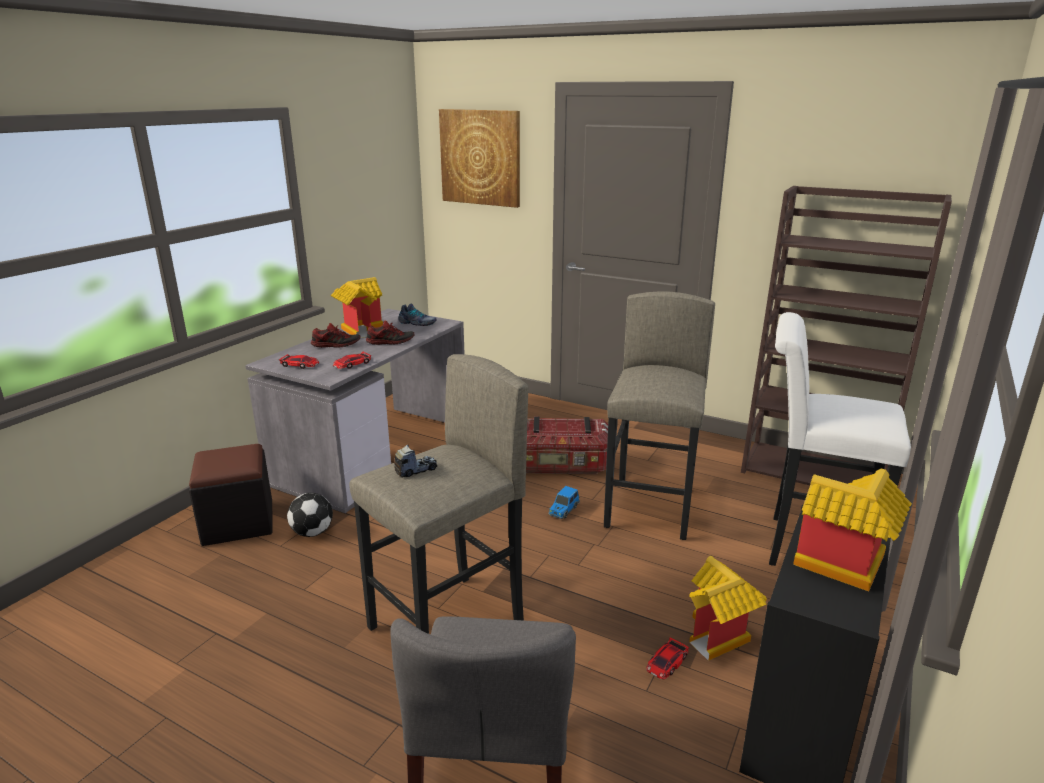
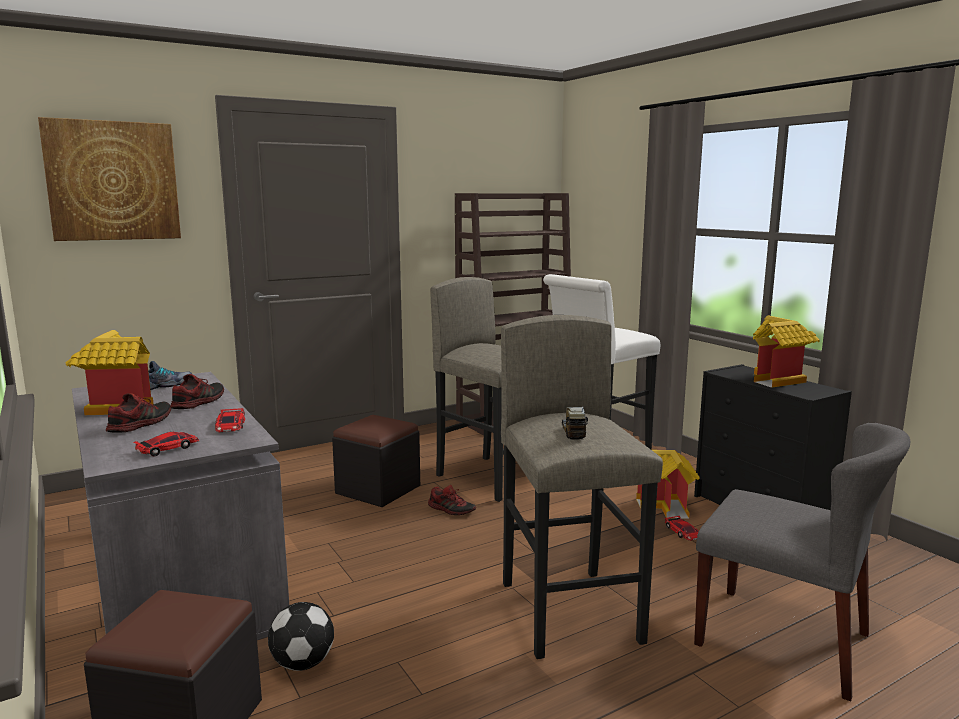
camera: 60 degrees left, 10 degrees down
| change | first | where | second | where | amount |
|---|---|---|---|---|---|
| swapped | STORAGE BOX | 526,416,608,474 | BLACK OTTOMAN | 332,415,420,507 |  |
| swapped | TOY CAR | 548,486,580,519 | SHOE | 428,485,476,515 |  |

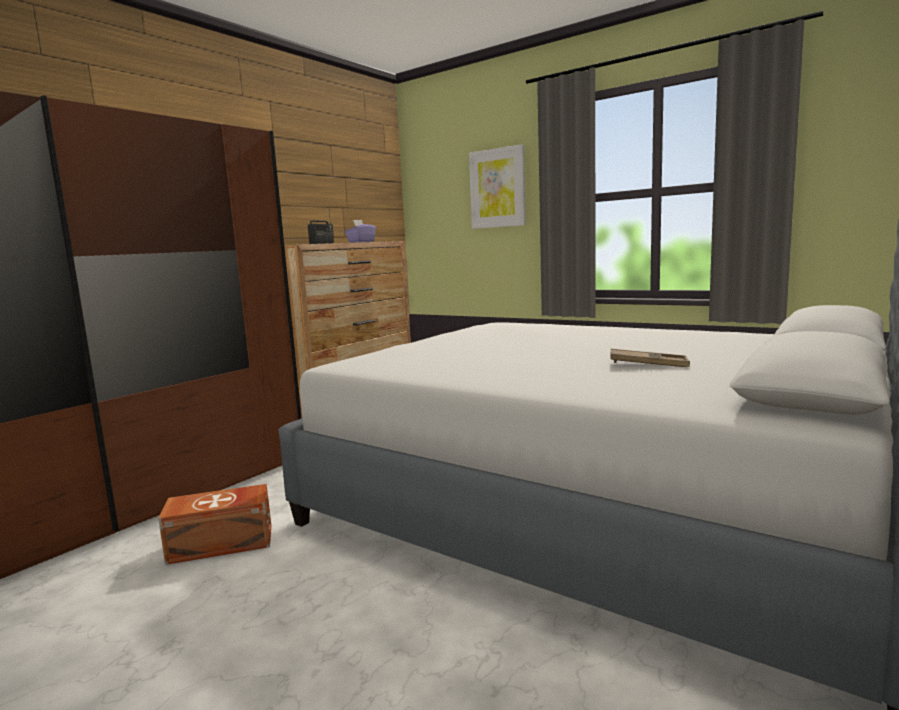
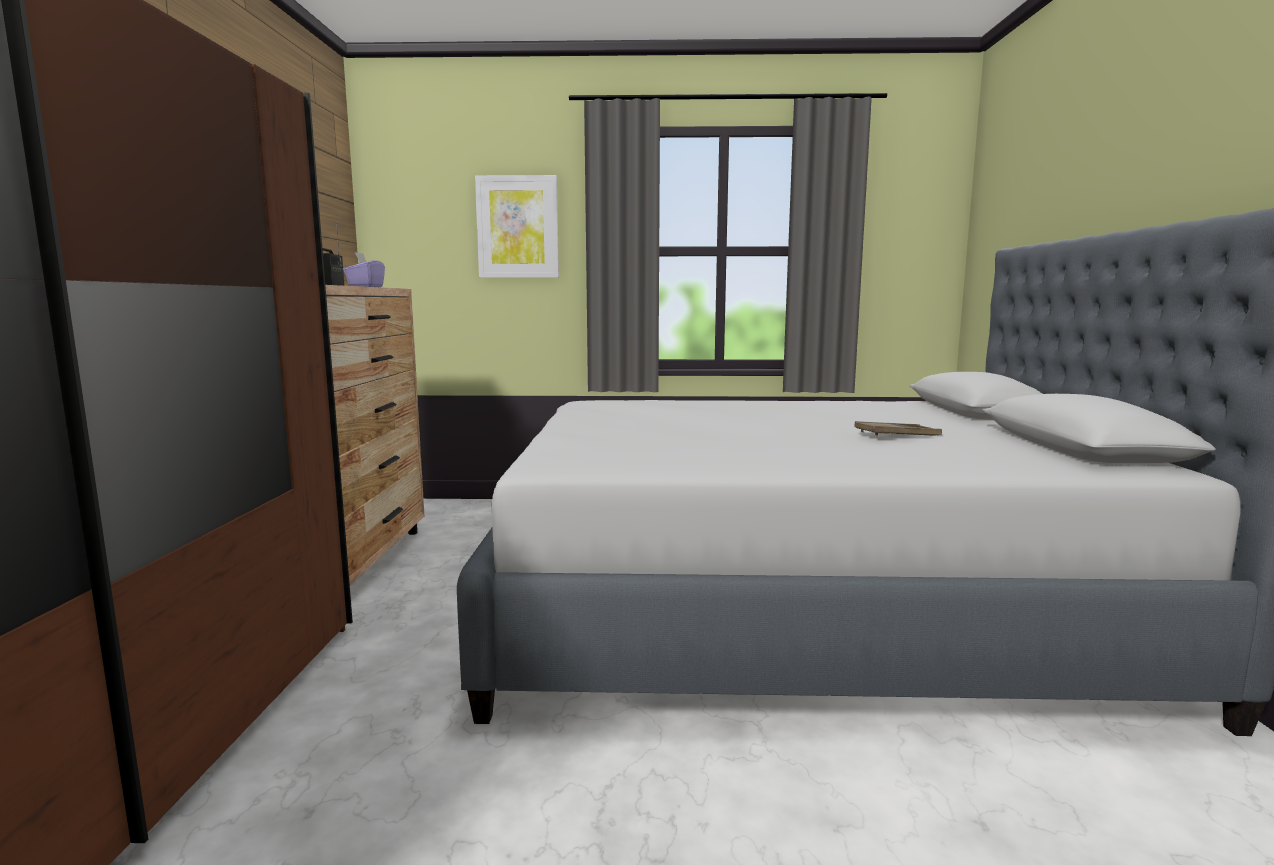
camera: 35 degrees left, 0 degrees up
| change | first | where | second | where | amount |
|---|---|---|---|---|---|
| gone | BROWN STORAGE BOX | 158,484,271,565 |  |  |  |

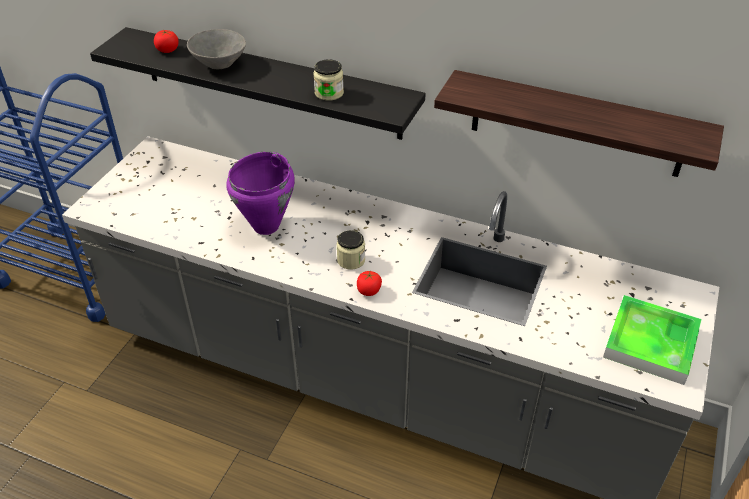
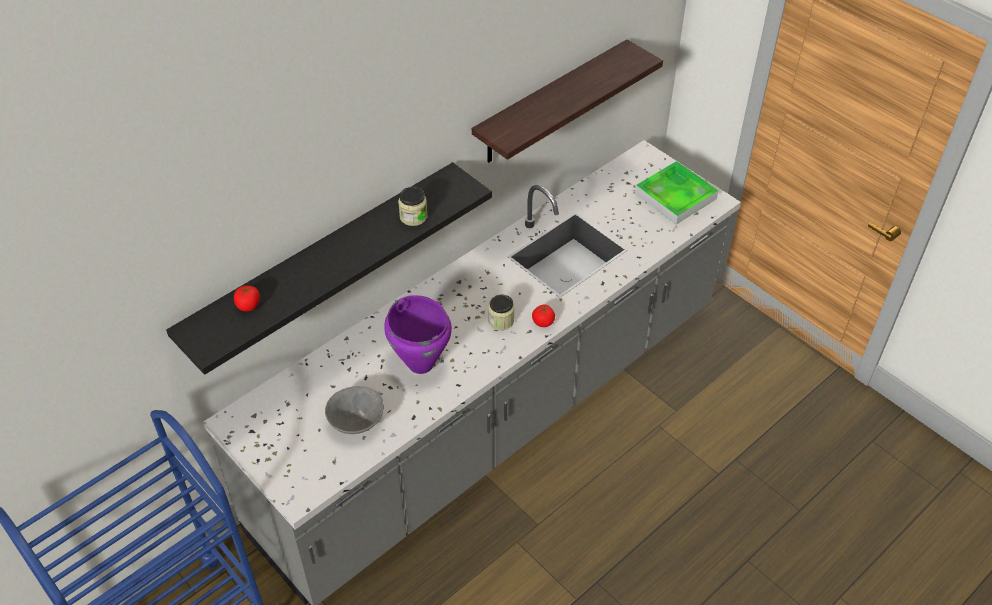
camera: 65 degrees left, 5 degrees up
| change | first | where | second | where | amount |
|---|---|---|---|---|---|
| shifted | GREY BOWL | 187,29,246,69 |  | 325,386,384,434 |  |

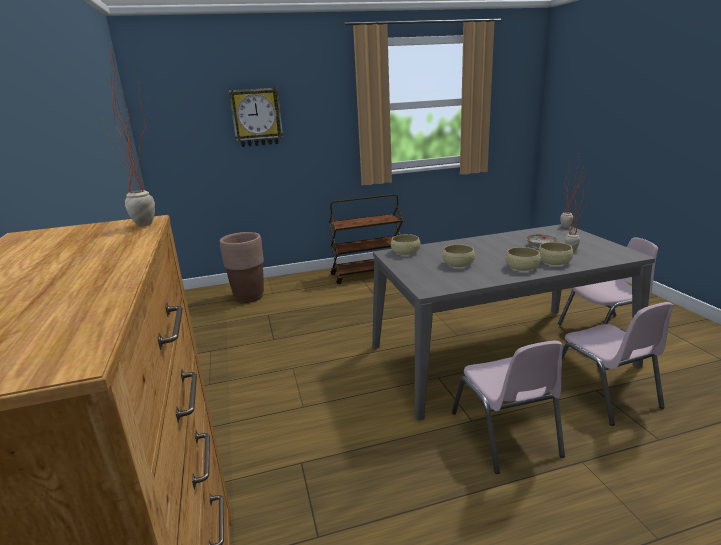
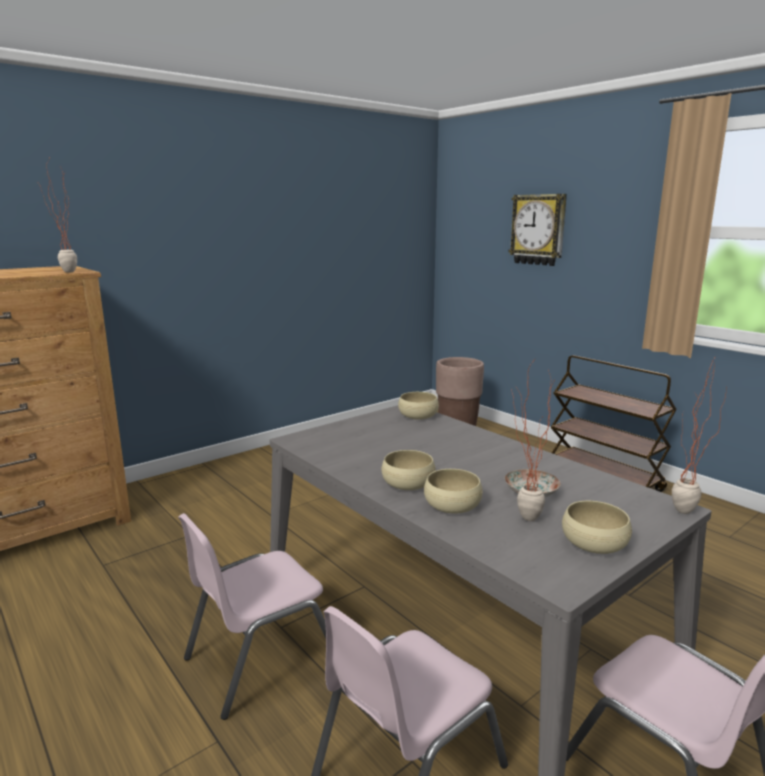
camera: 65 degrees right, 5 degrees down
| change | first | where | second | where | amount |
|---|---|---|---|---|---|
| shifted | BEIGE BOWL | 442,244,475,267 |  | 562,501,632,554 |  |

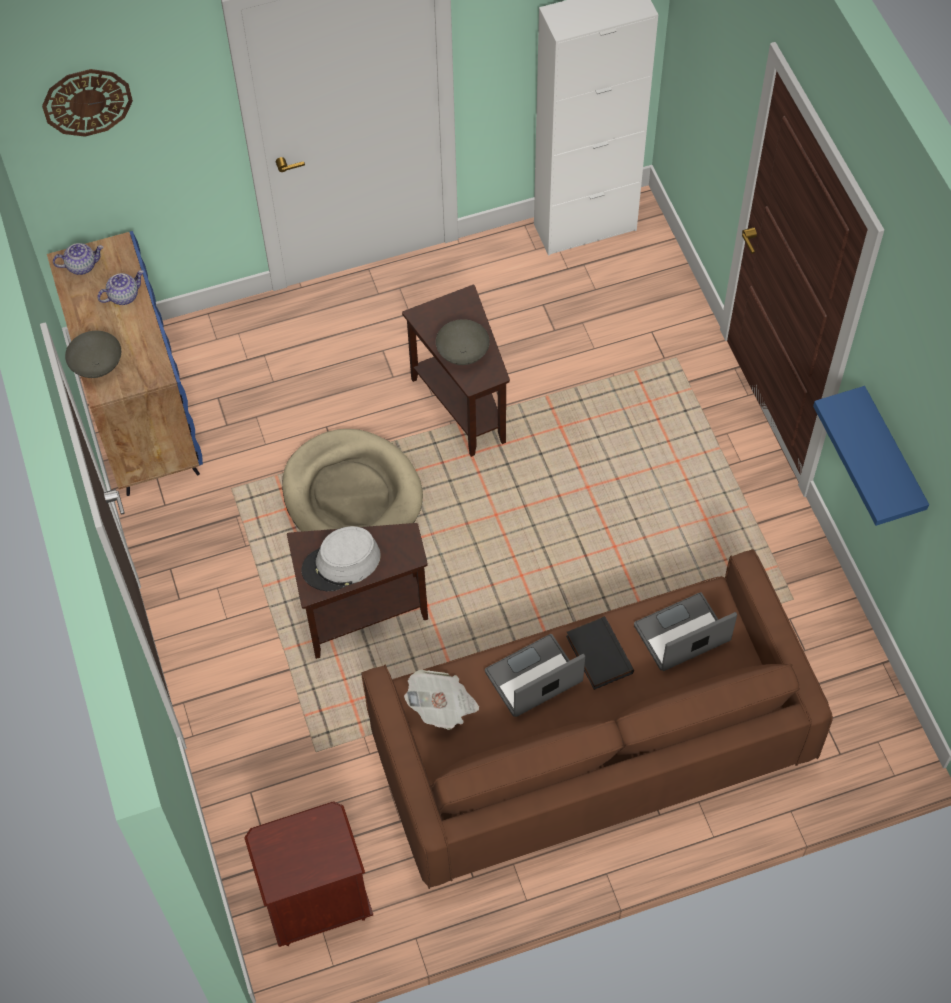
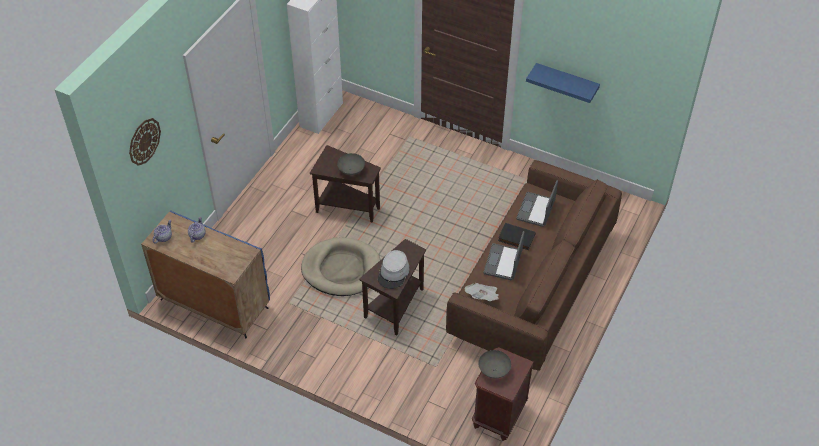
camera: 45 degrees left, 10 degrees down
| change | first | where | second | where | amount |
|---|---|---|---|---|---|
| shifted | GREY BOWL | 65,331,121,378 |  | 478,350,511,379 |  |

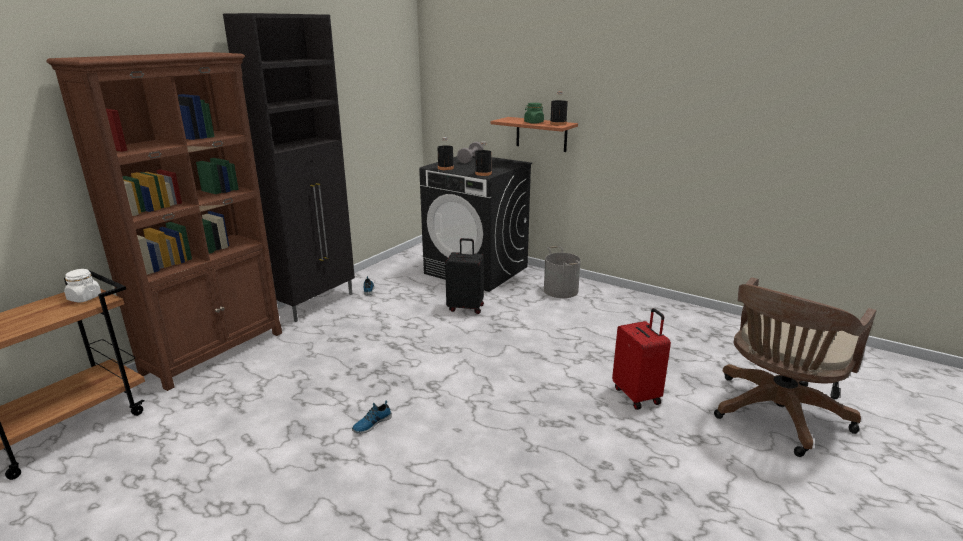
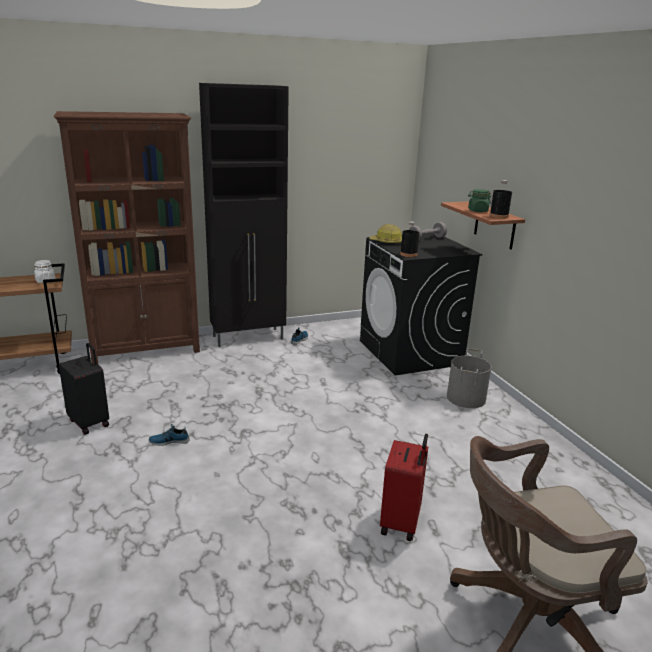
camera: 35 degrees right, 0 degrees up
| change | first | where | second | where | amount |
|---|---|---|---|---|---|
| shifted | BLACK SUITCASE | 445,238,484,314 |  | 59,343,109,435 |  |
| swapped | BLACK BOTTLE | 437,137,454,170 | HARD HAT | 369,224,402,245 |  |

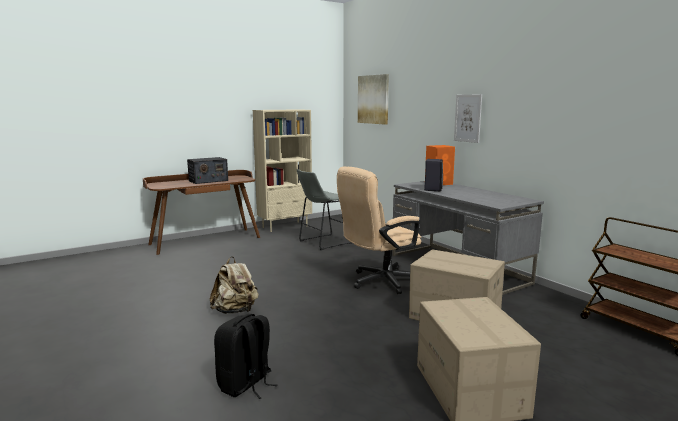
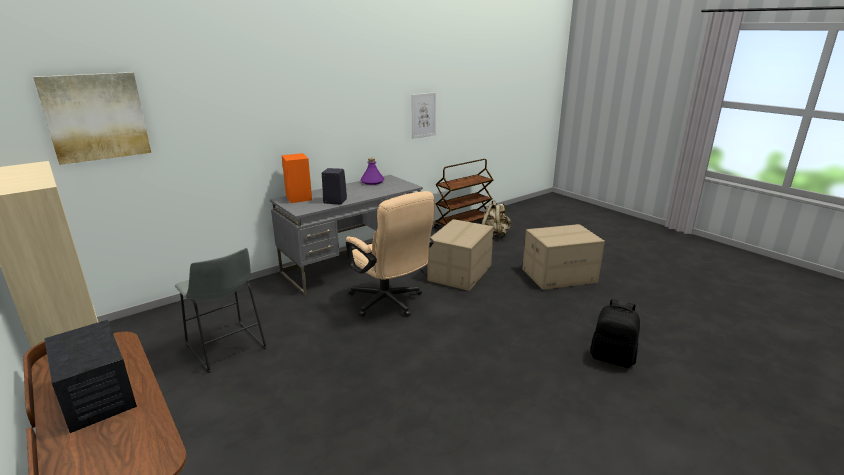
camera: 95 degrees left, 10 degrees up
| change | first | where | second | where | amount |
|---|---|---|---|---|---|
| new |  |  | PURPLE BOTTLE | 360,158,385,185 |  |
| shifted | BEIGE BACKPACK | 210,256,259,314 |  | 482,200,511,237 |  |
| shifted | PICTURE | 454,94,482,143 |  | 412,92,436,139 |  |

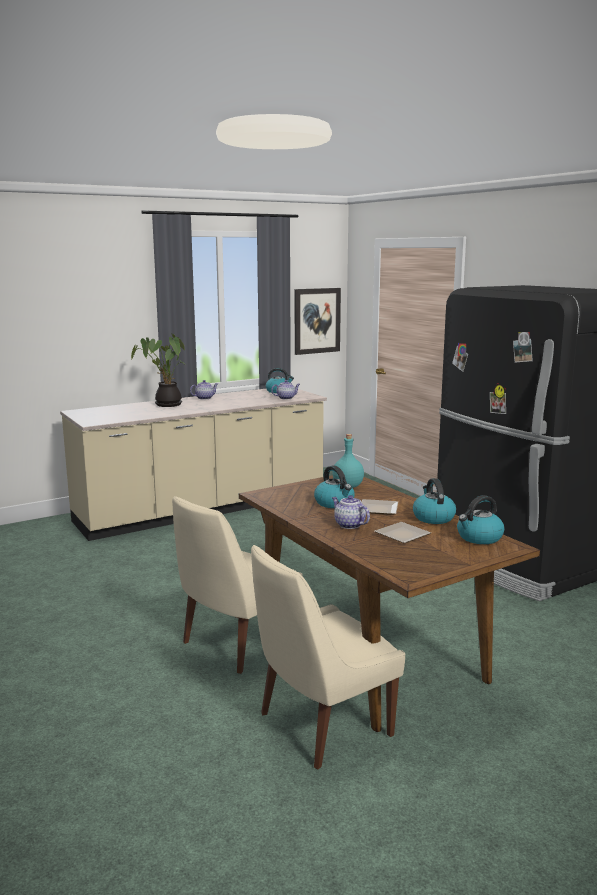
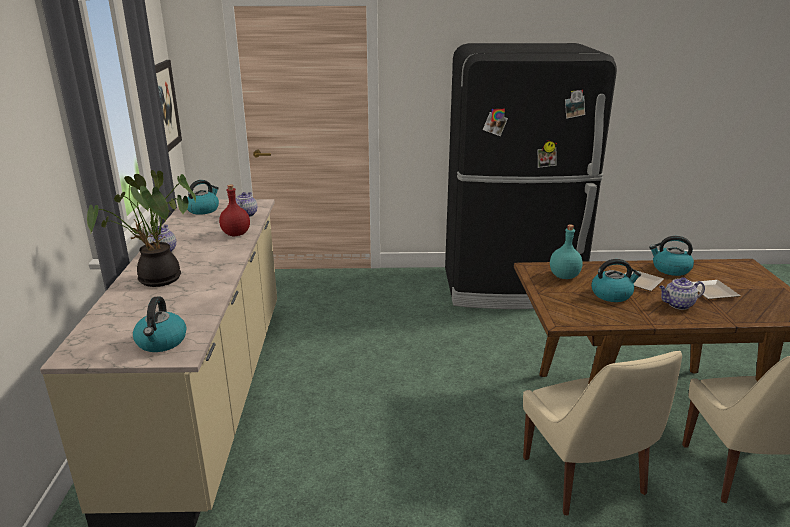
camera: 60 degrees left, 10 degrees up
| change | first | where | second | where | amount |
|---|---|---|---|---|---|
| new |  |  | RED BOTTLE | 219,185,250,236 |  |
| shifted | KETTLE | 457,495,505,544 |  | 133,297,187,352 |  |

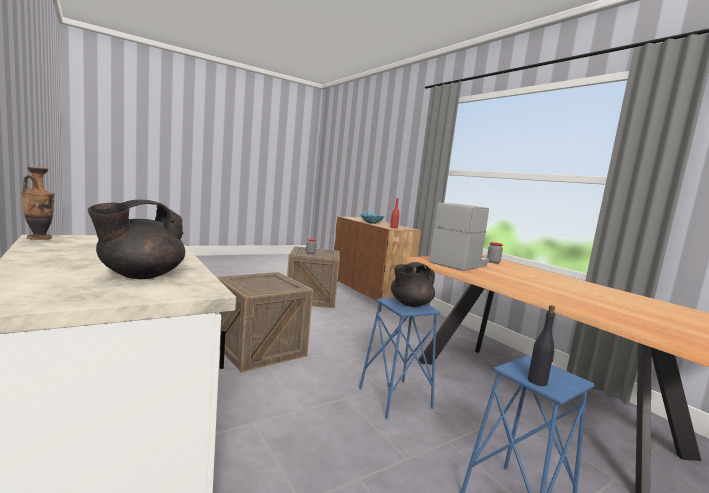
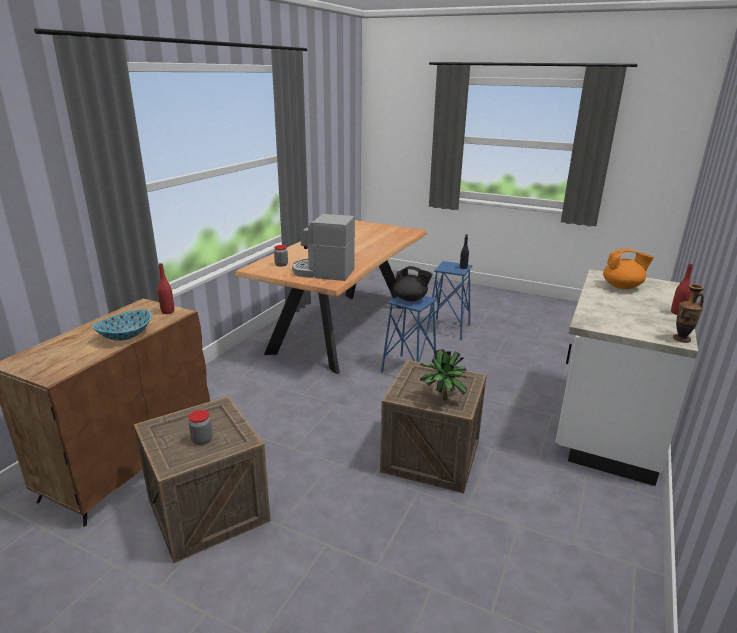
camera: 120 degrees left, 15 degrees up
| change | first | where | second | where | amount |
|---|---|---|---|---|---|
| new |  |  | POTTED PLANT | 420,349,467,401 |  |
| new |  |  | RED BOTTLE | 671,264,693,315 |  |
| repainted | BLACK TEAPOT | 88,200,185,279 | ORANGE TEAPOT | 603,249,654,289 |  |

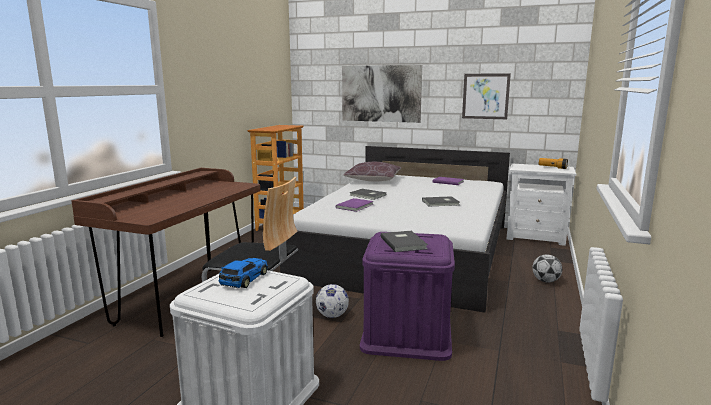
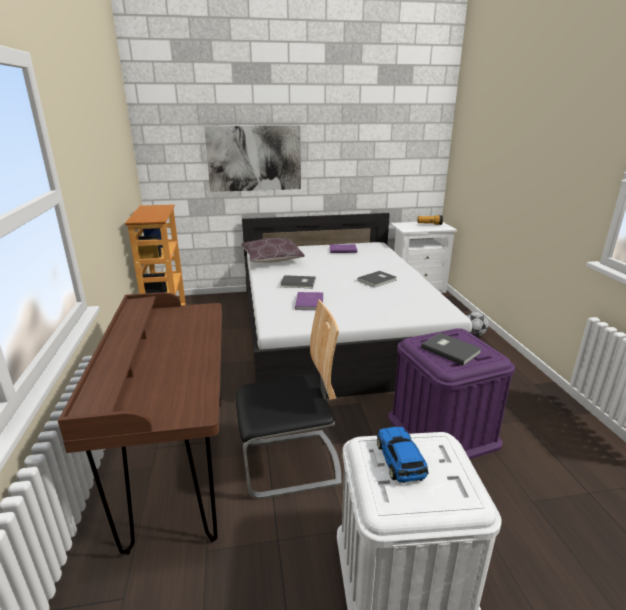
camera: 30 degrees left, 10 degrees up
| change | first | where | second | where | amount |
|---|---|---|---|---|---|
| gone | FOOTBALL | 316,284,349,318 |  |  |  |
| gone | PICTURE | 462,73,511,119 |  |  |  |

